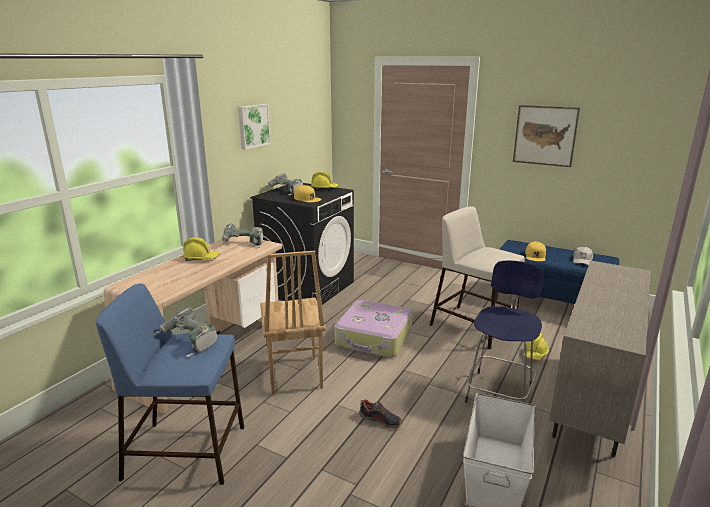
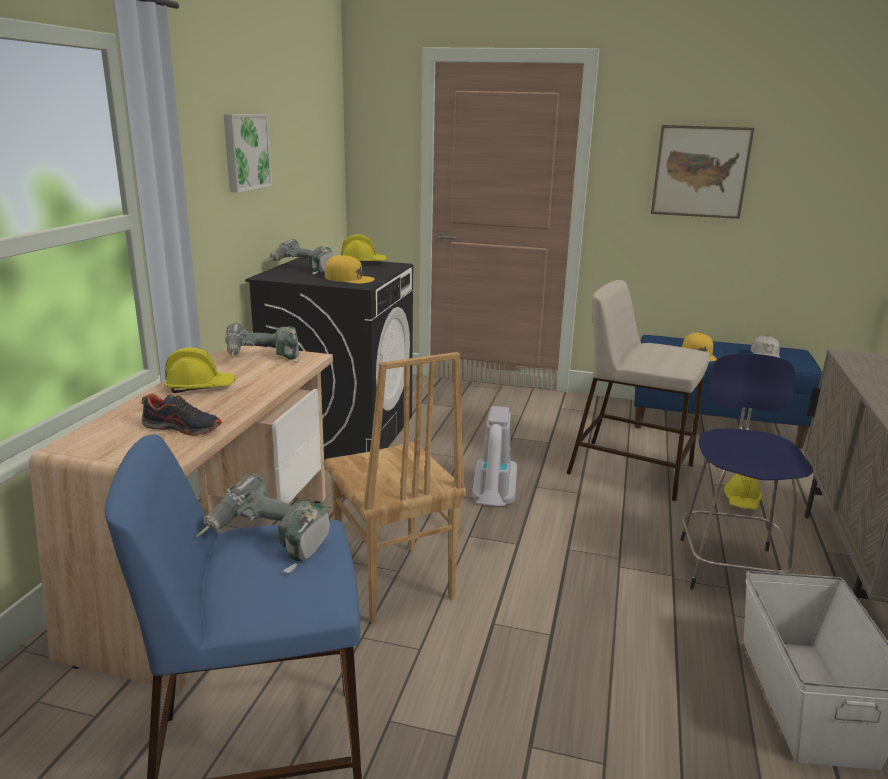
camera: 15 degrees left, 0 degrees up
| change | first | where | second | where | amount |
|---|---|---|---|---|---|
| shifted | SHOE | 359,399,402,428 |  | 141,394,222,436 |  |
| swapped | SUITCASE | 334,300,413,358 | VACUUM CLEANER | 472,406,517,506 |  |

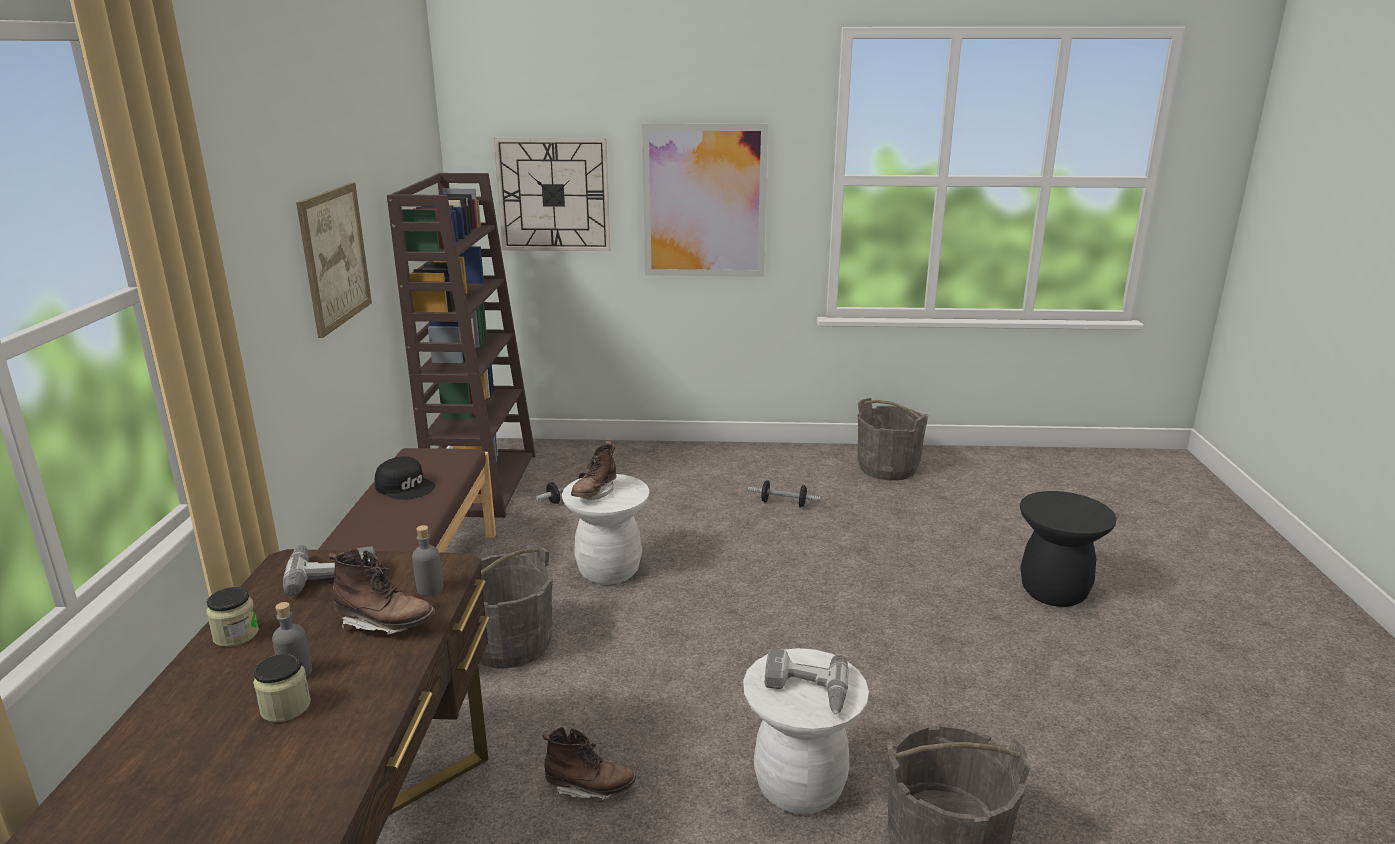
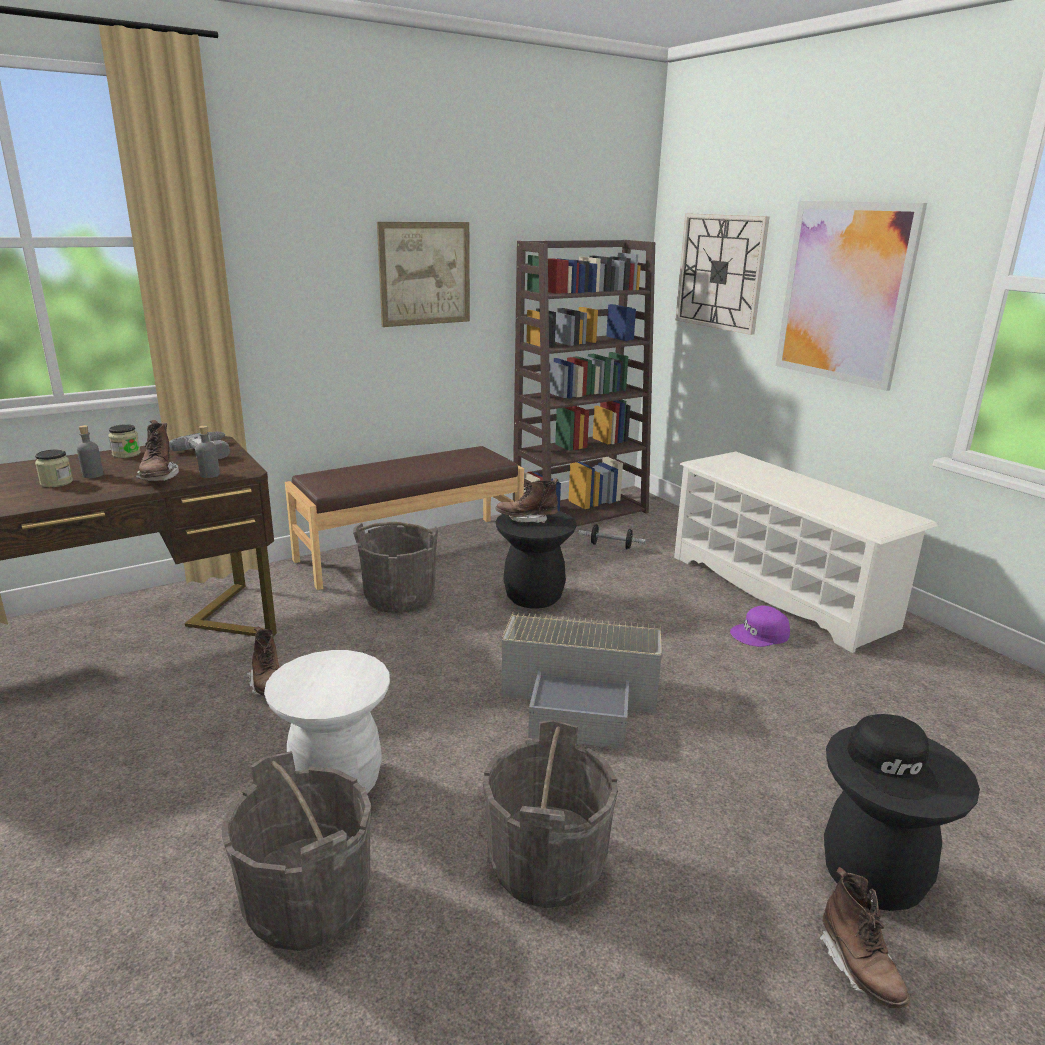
camera: 55 degrees right, 0 degrees up
| change | first | where | second | where | amount |
|---|---|---|---|---|---|
| gone | POWER DRILL | 765,649,848,715 |  |  |  |
| new |  |  | GREY STORAGE BOX | 501,611,662,749 |  |
| new |  |  | WHITE SHOE RACK | 674,452,938,653 |  |
| new |  |  | BROWN BOOT | 818,867,910,1008 |  |
| shifted | BLACK CAP | 375,456,435,500 |  | 848,714,939,800 |  |
| shifted | GREY BUCKET | 858,398,928,480 |  | 483,720,618,908 |  |
| swapped | DUMBBELL | 748,480,821,508 | PURPLE CAP | 730,606,790,647 |  |
| repainted | WHITE STOOL | 562,474,650,585 | BLACK STOOL | 496,511,577,609 |  |

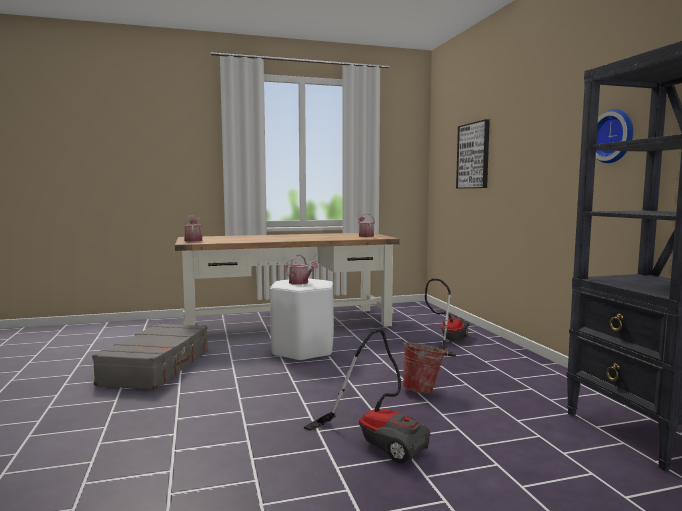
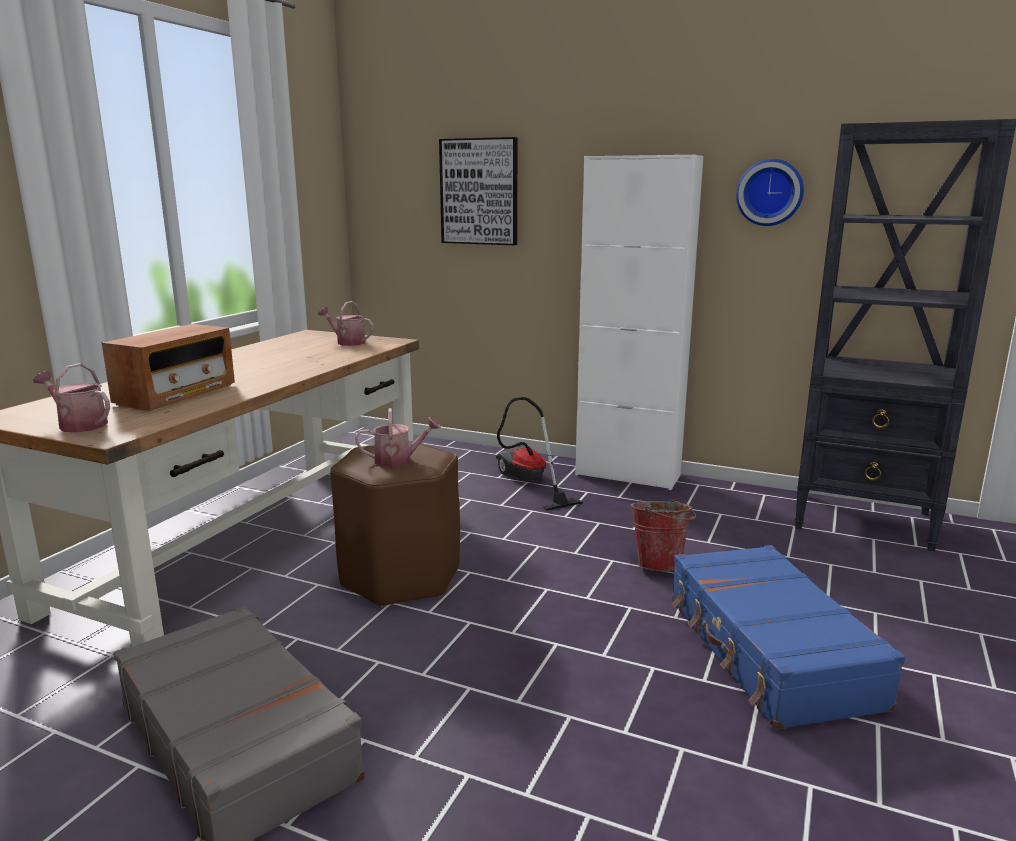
camera: 50 degrees left, 10 degrees up
| change | first | where | second | where | amount |
|---|---|---|---|---|---|
| new |  |  | RADIO | 102,324,235,411 |  |
| new |  |  | WHITE CABINET | 575,155,703,490 |  |
| swapped | VACUUM CLEANER | 304,329,430,463 | BLUE SUITCASE | 671,545,905,730 |  |
| repainted | WHITE STOOL | 270,278,334,361 | BROWN STOOL | 330,441,460,608 |  |

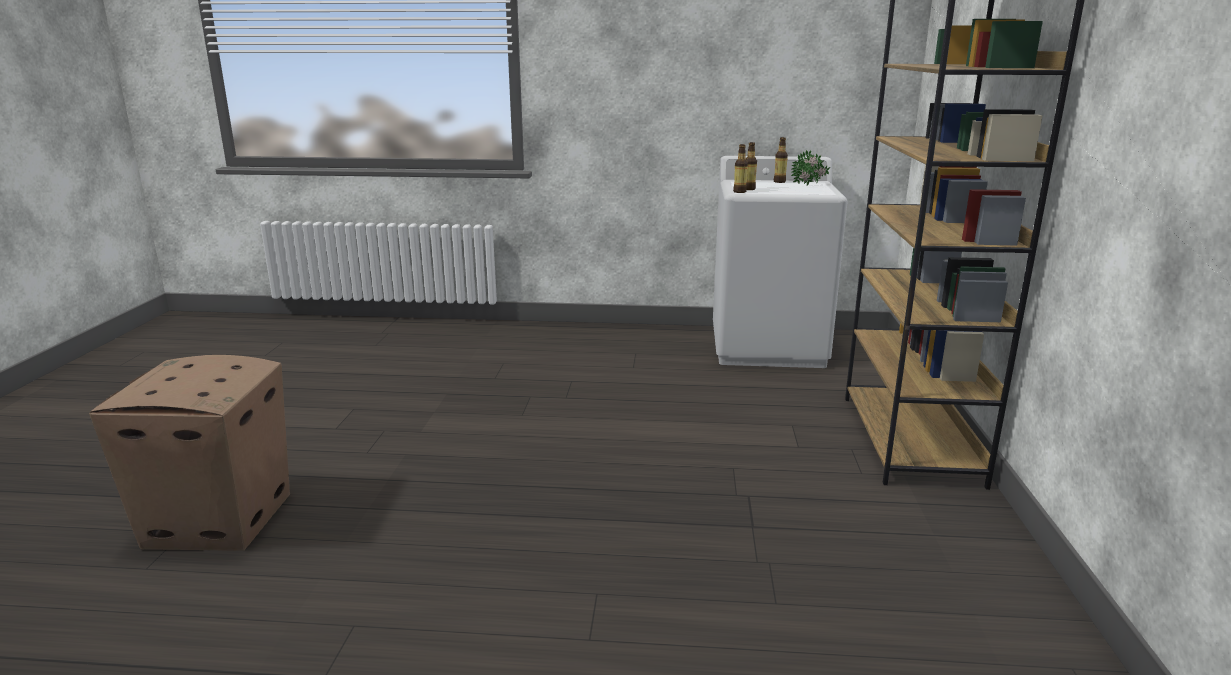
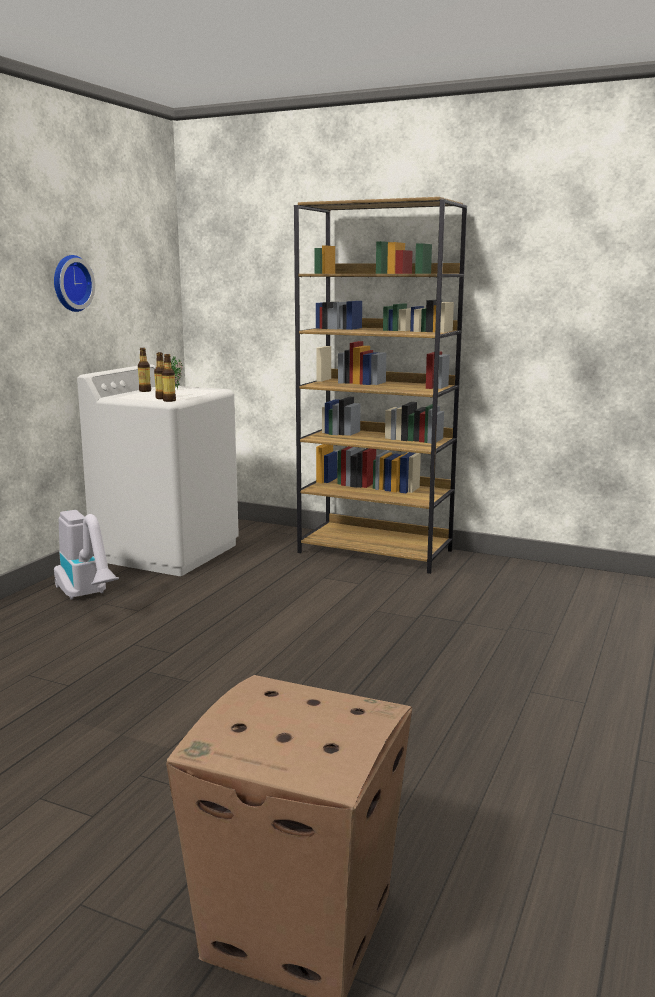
camera: 70 degrees left, 5 degrees down
| change | first | where | second | where | amount |
|---|---|---|---|---|---|
| new |  |  | WALL CLOCK | 54,255,95,312 |  |
| new |  |  | VACUUM CLEANER | 54,510,119,600 |  |

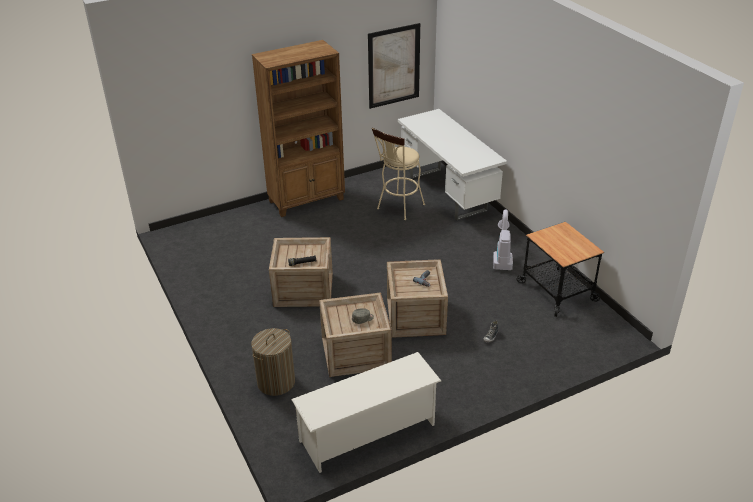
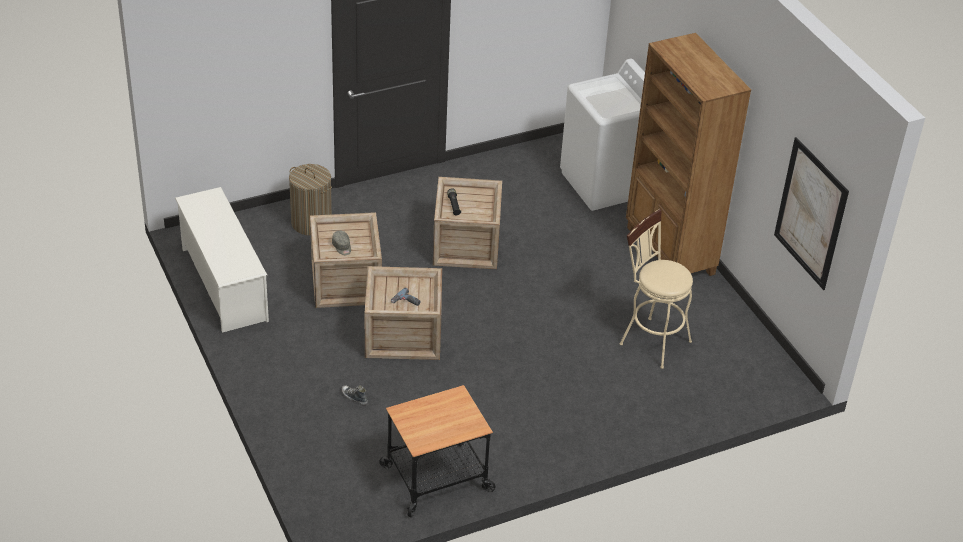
camera: 90 degrees right, 5 degrees up
| change | first | where | second | where | amount |
|---|---|---|---|---|---|
| gone | WHITE DESK | 398,109,507,221 |  |  |  |
| gone | VACUUM CLEANER | 493,209,513,270 |  |  |  |
| new |  |  | WHITE WASHING MACHINE | 560,59,645,211 |  |

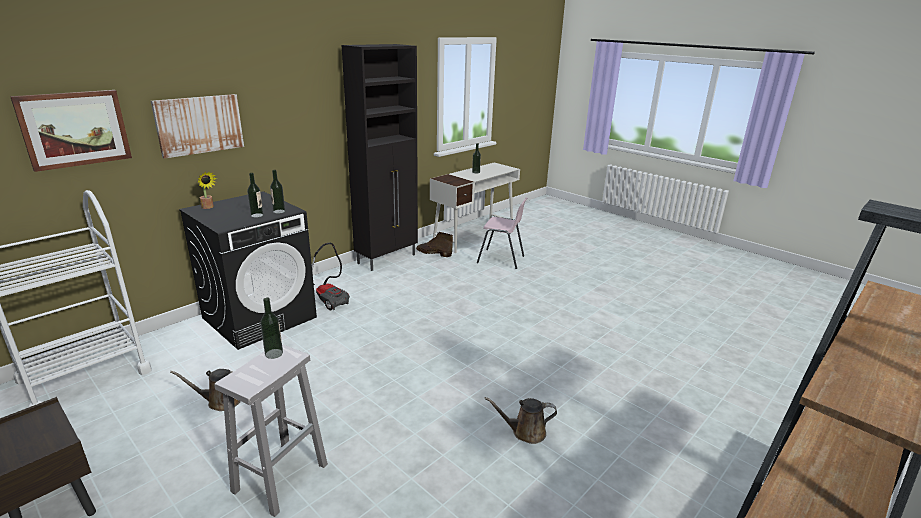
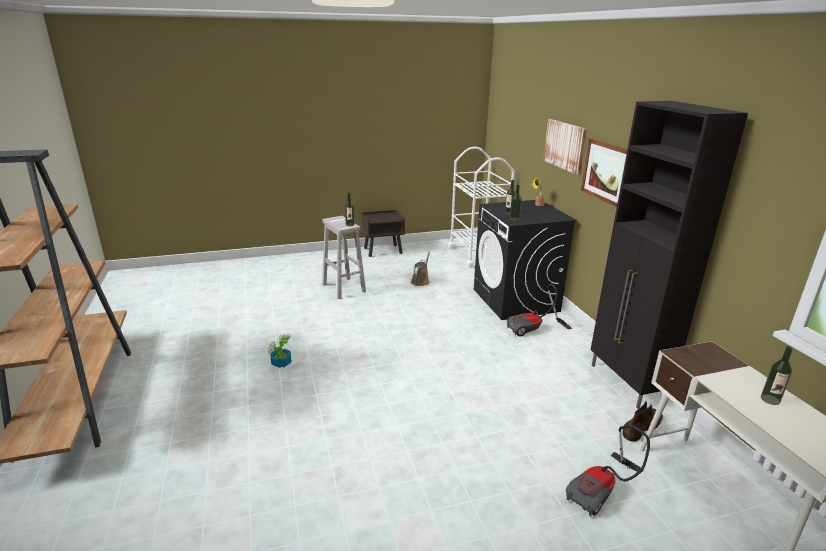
camera: 120 degrees right, 0 degrees up
| change | first | where | second | where | amount |
|---|---|---|---|---|---|
| shifted | PICTURE | 10,90,132,172 |  | 581,139,627,207 |  |
| swapped | PINK CHAIR | 477,197,527,269 | VACUUM CLEANER | 566,425,650,516 |  |
| swapped | BROWN WATERING CAN | 485,397,557,444 | POTTED PLANT | 268,334,292,368 |  |

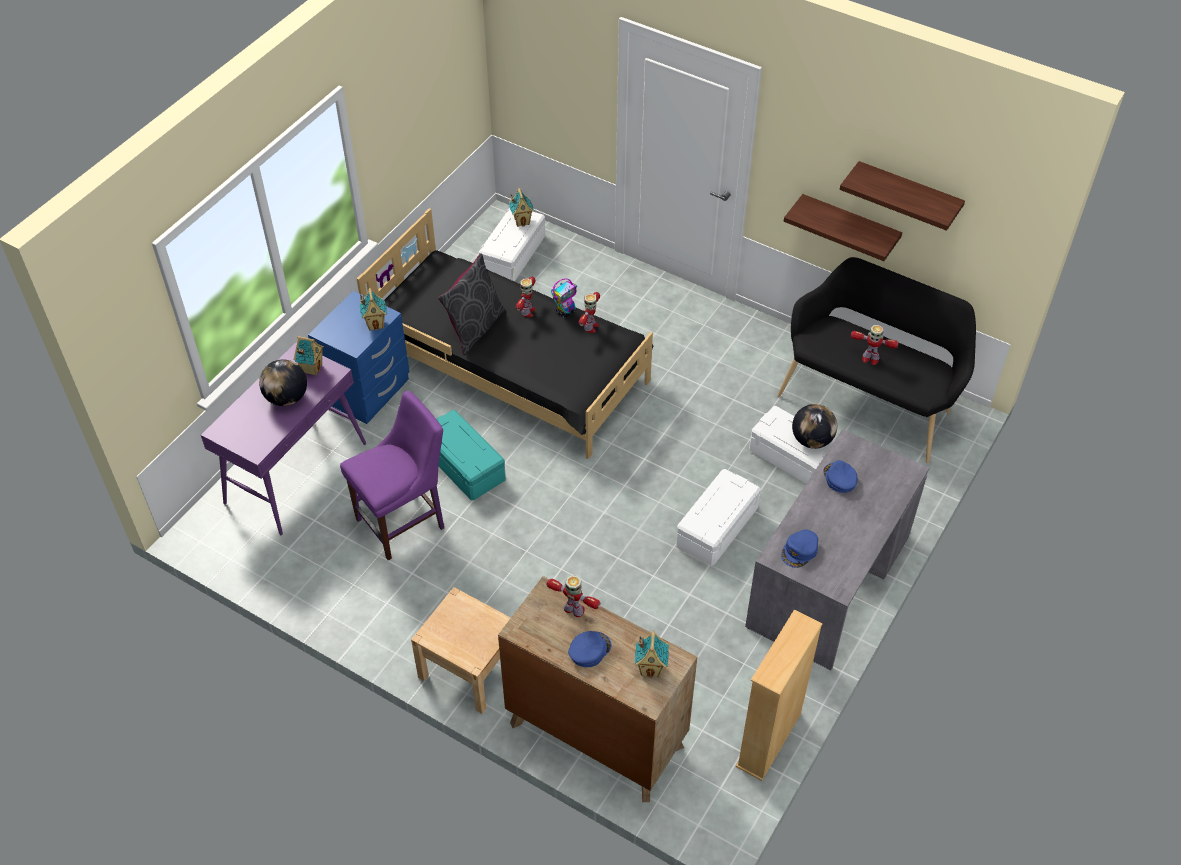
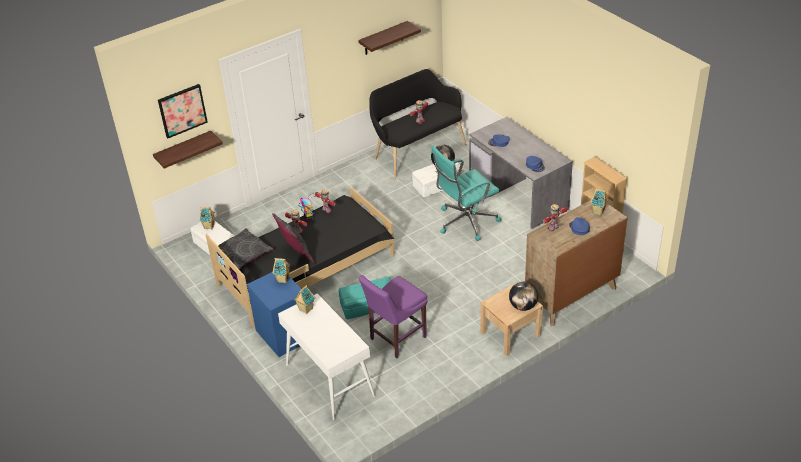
camera: 65 degrees left, 10 degrees down
| change | first | where | second | where | amount |
|---|---|---|---|---|---|
| new |  |  | PICTURE | 158,84,208,138 |  |
| new |  |  | GREY PILLOW | 217,228,274,270 |  |
| shifted | GLOBE | 259,360,307,406 |  | 509,282,538,311 |  |
| shifted | SHELF | 784,194,902,261 |  | 153,131,223,169 |  |
| swapped | WHITE STORAGE BOX | 676,469,761,565 | TURQUOISE OFFICE CHAIR | 431,145,502,241 |  |
| repainted | PURPLE CONSOLE TABLE | 201,342,366,536 | WHITE CONSOLE TABLE | 278,294,375,420 |  |
| rotated | PURPLE CHAIR | 340,391,444,561 |  | 359,275,428,358 | 120 degrees counterclockwise |

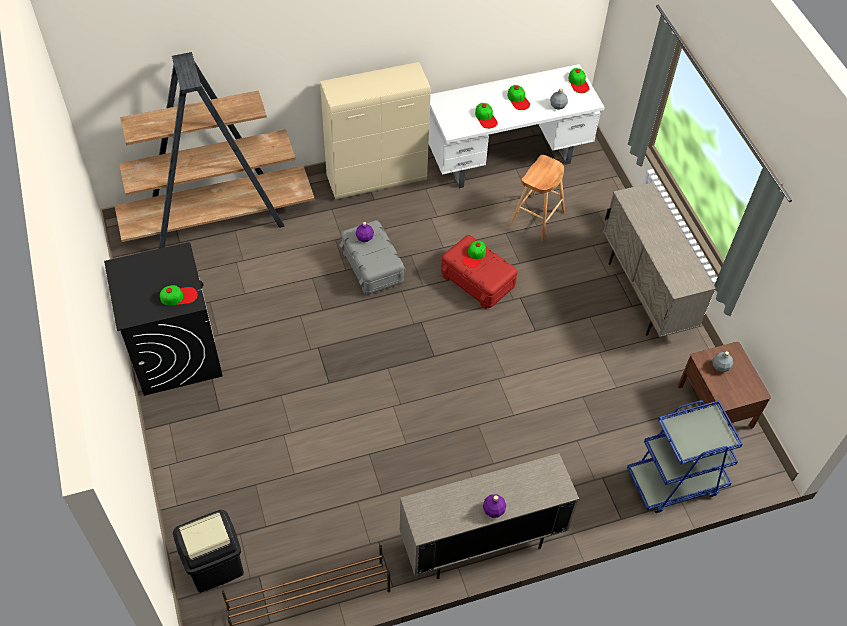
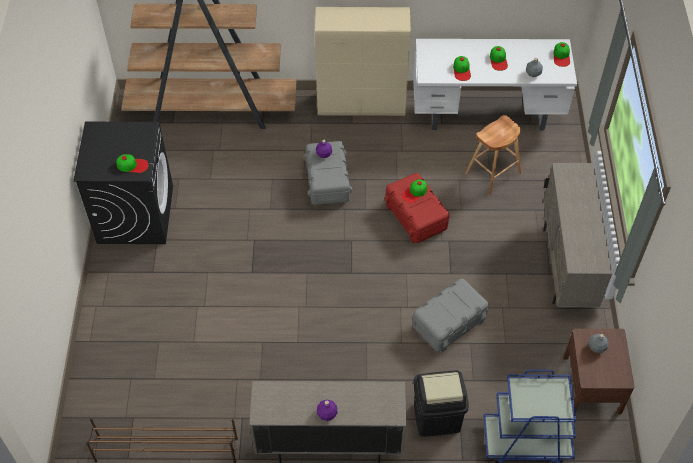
camera: 20 degrees right, 0 degrees up
| change | first | where | second | where | amount |
|---|---|---|---|---|---|
| new |  |  | GREY STORAGE BOX | 412,279,489,353 |  |
| shifted | BLACK TRASH CAN | 173,510,244,592 |  | 413,370,469,437 |  |

